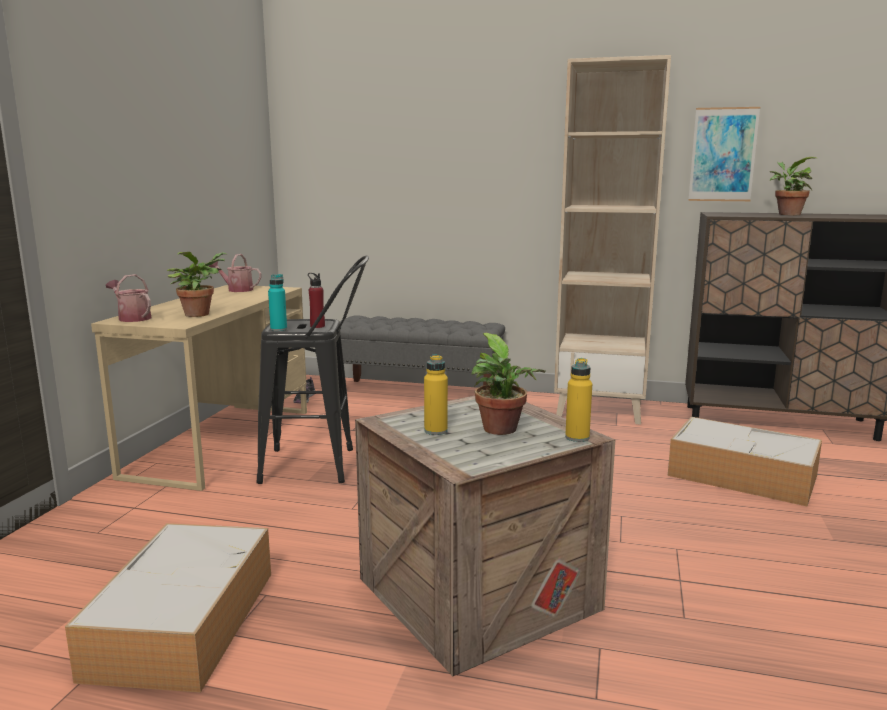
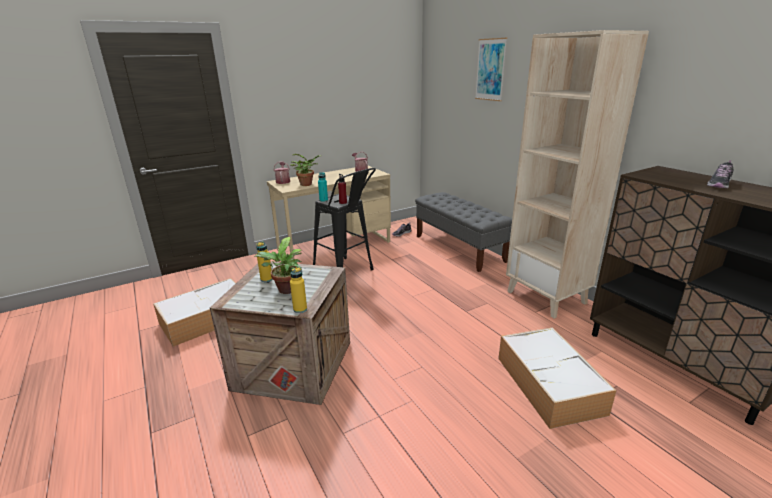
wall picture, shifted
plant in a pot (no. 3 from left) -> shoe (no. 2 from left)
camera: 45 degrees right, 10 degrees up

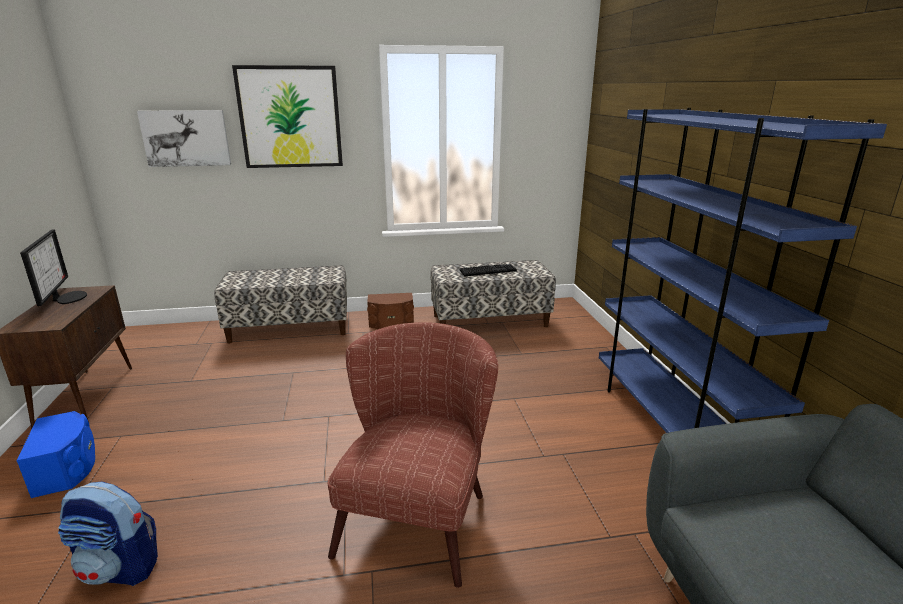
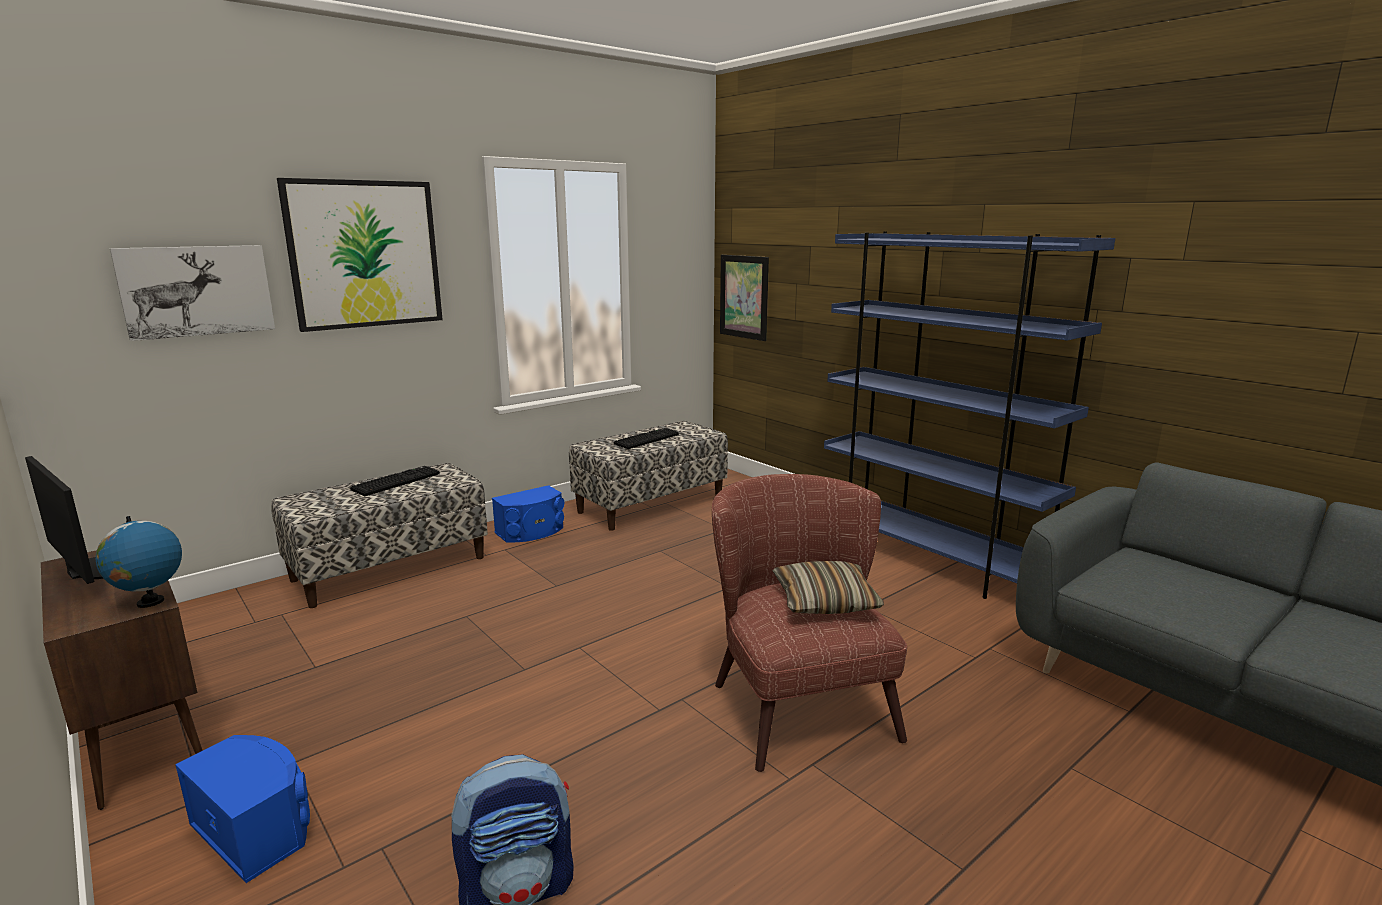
none -> desk globe
none -> PC keyboard (no. 1 from left)
none -> wall picture (no. 3 from left)
none -> throw pillow
brown-coloured loudspeaker -> blue-coloured loudspeaker (no. 2 from left)
camera: 30 degrees left, 5 degrees down

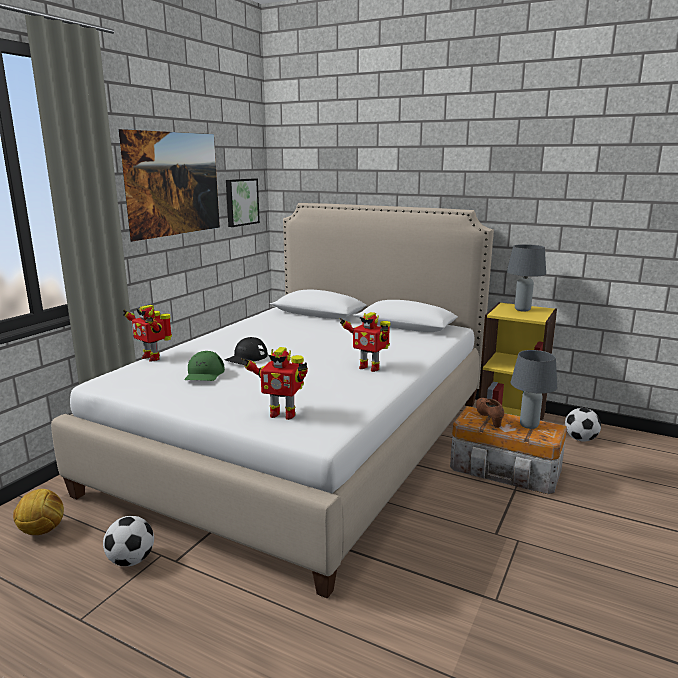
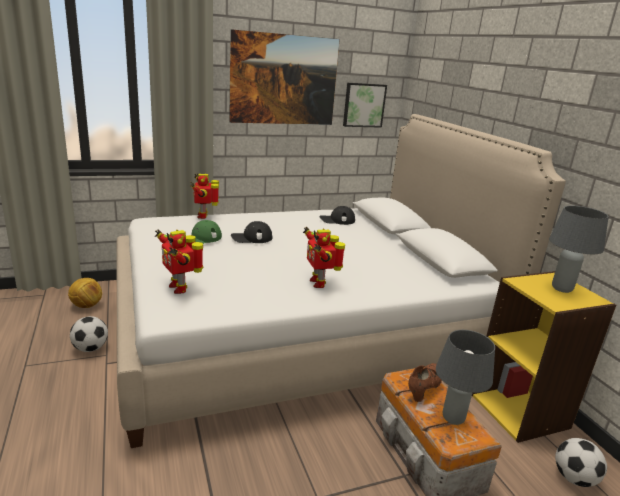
none -> blackish baseball cap (no. 2 from left)
camera: 40 degrees right, 5 degrees up

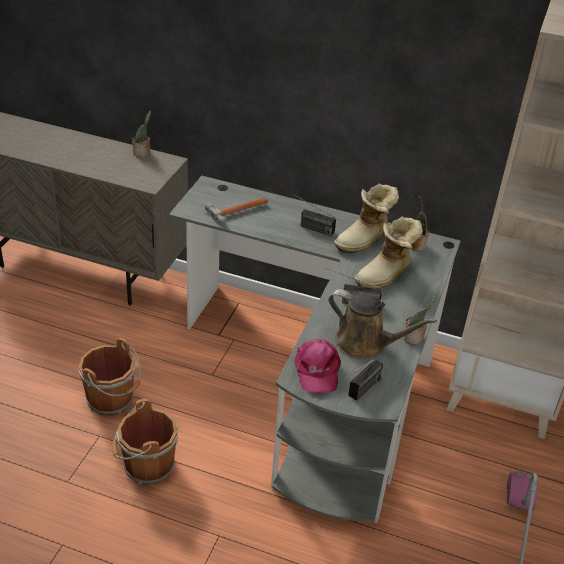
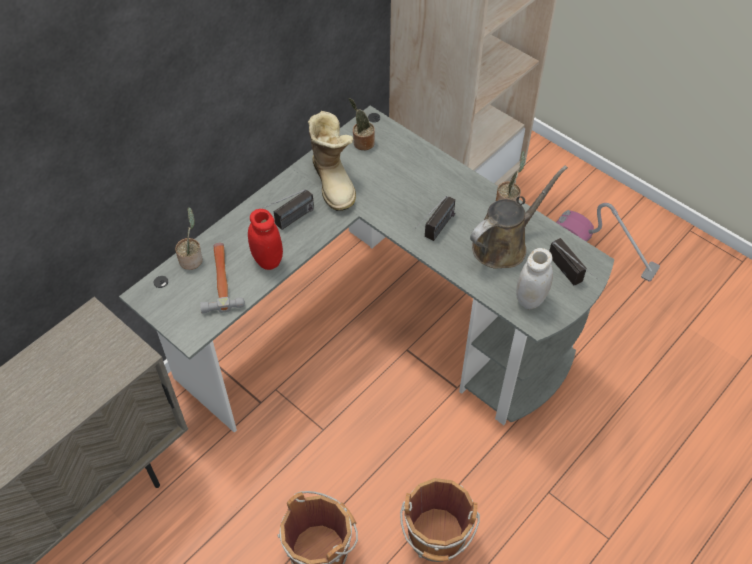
boot (no. 2 from left) -> none
none -> red-coloured storage jar
plant in a pot (no. 1 from left), shifted
pinkish baseball cap -> white-coloured storage jar
camera: 65 degrees left, 15 degrees up

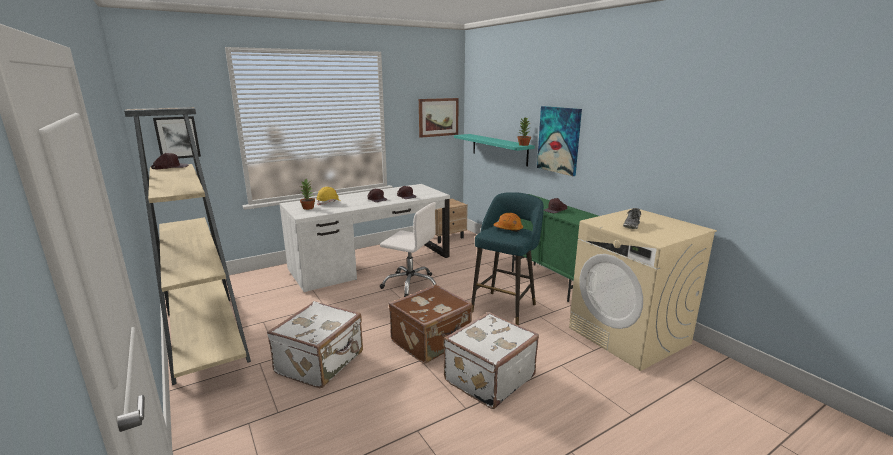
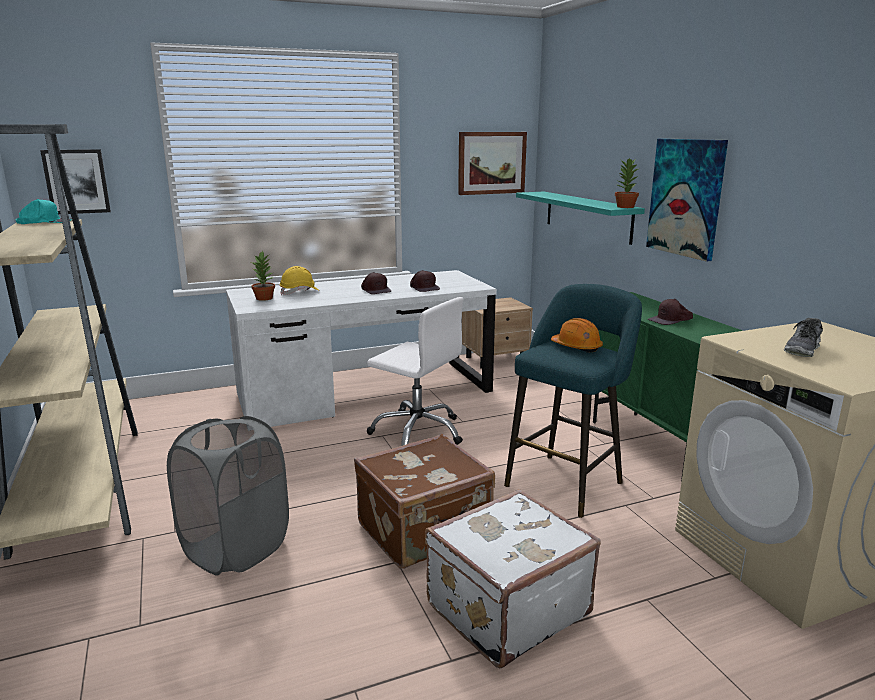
white-coloured suitcase (no. 1 from left) -> greyish hamper
brown-coloured baseball cap (no. 1 from left) -> blue-green baseball cap
camera: 10 degrees right, 0 degrees up

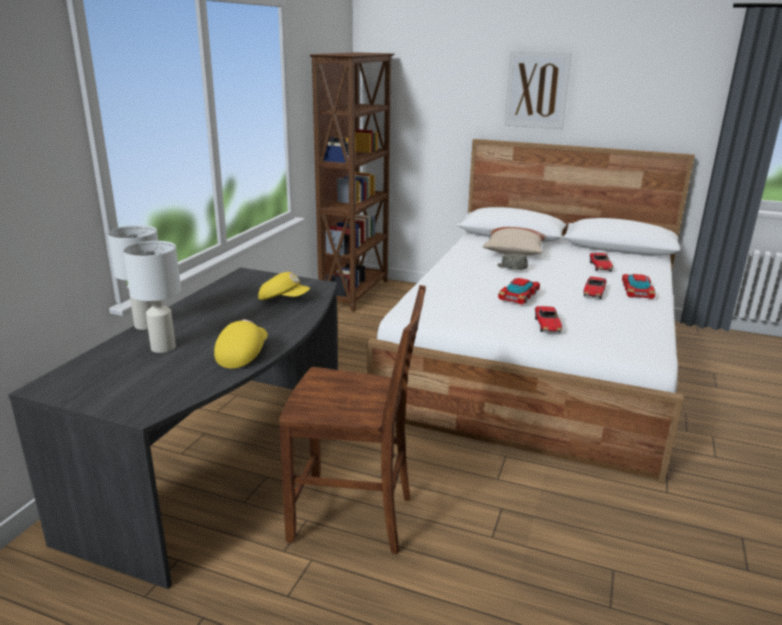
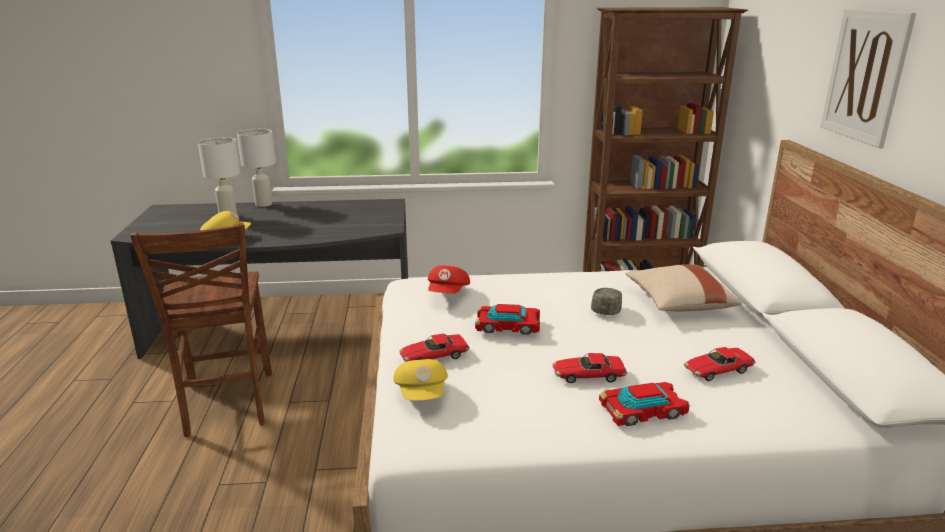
none -> red-coloured baseball cap
yellow-coloured baseball cap (no. 2 from left), shifted
camera: 65 degrees right, 0 degrees up

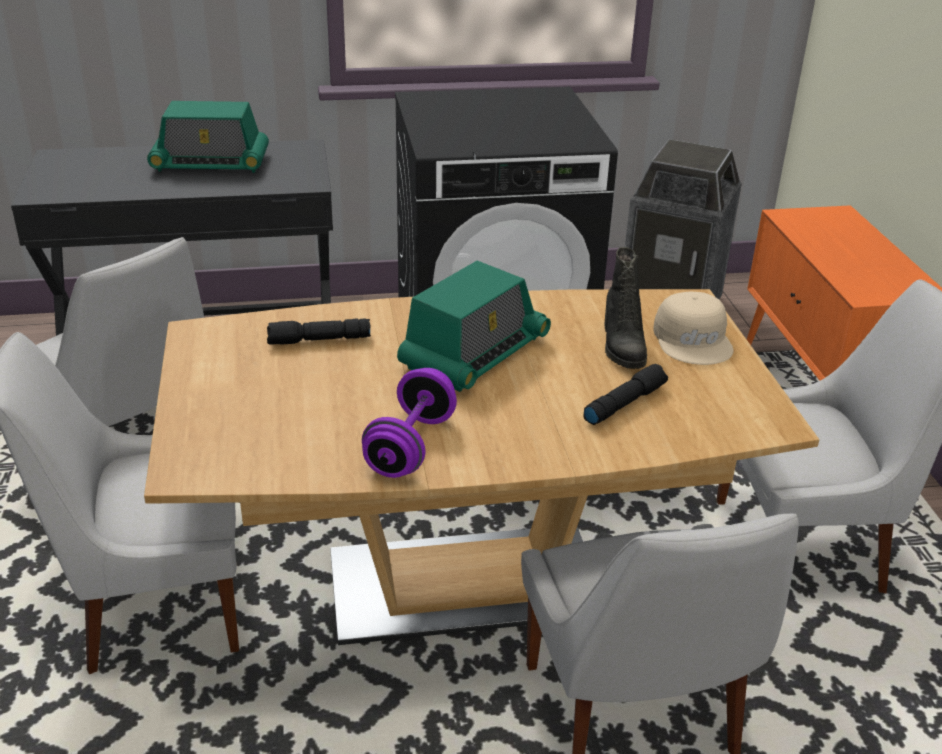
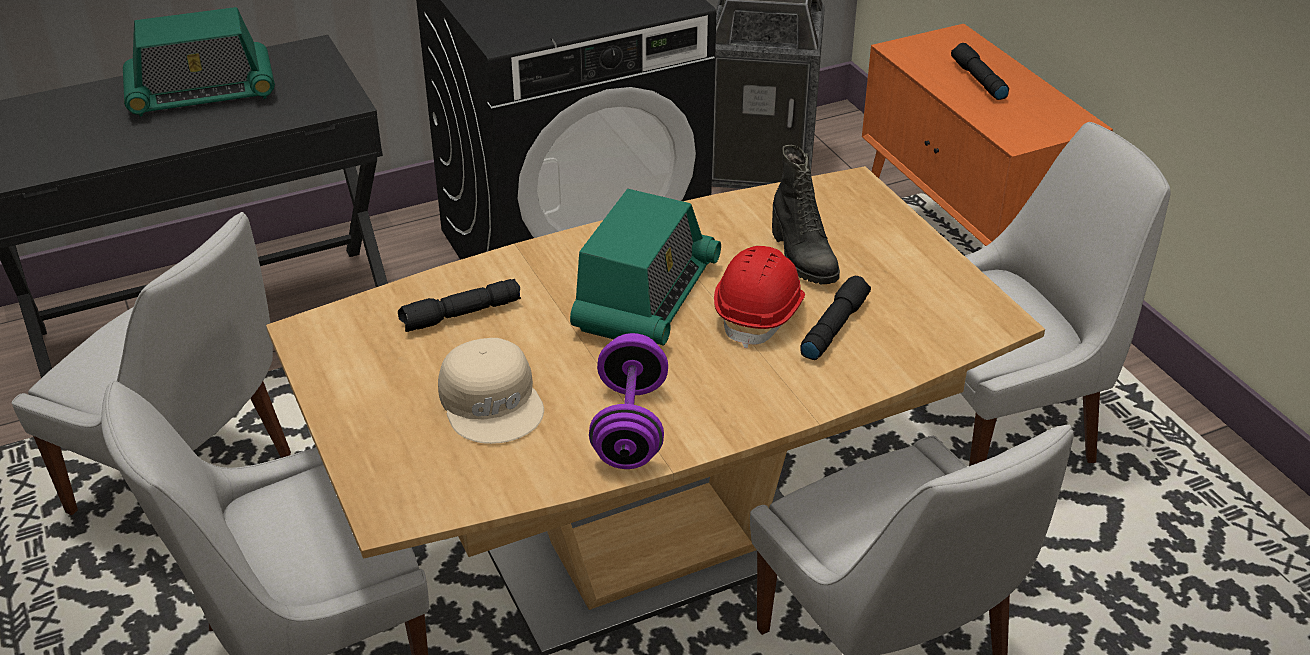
none -> red-coloured safety helmet
none -> blackish flashlight (no. 3 from left)
sand-coloured baseball cap, shifted
camera: 15 degrees left, 5 degrees up

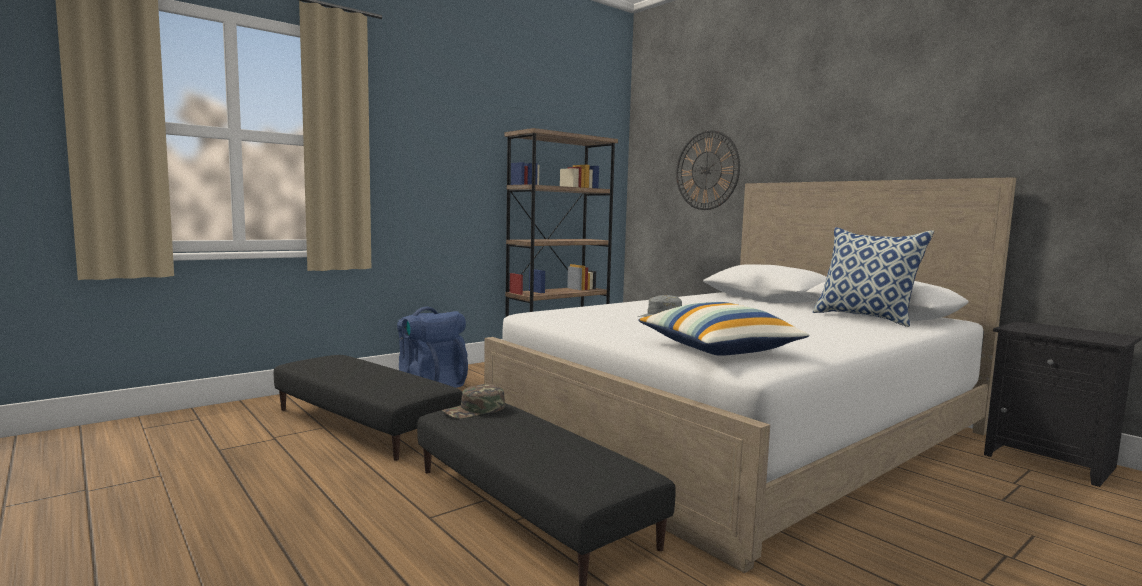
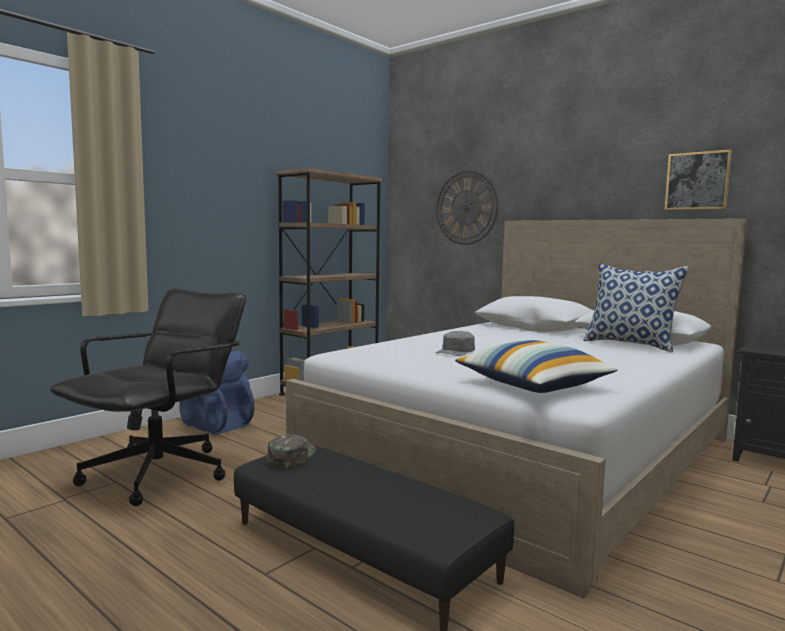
none -> wall picture
blackish pouffe (no. 1 from left) -> blackish desk chair
green baseball cap, 150 degrees clockwise
camera: 10 degrees left, 0 degrees up

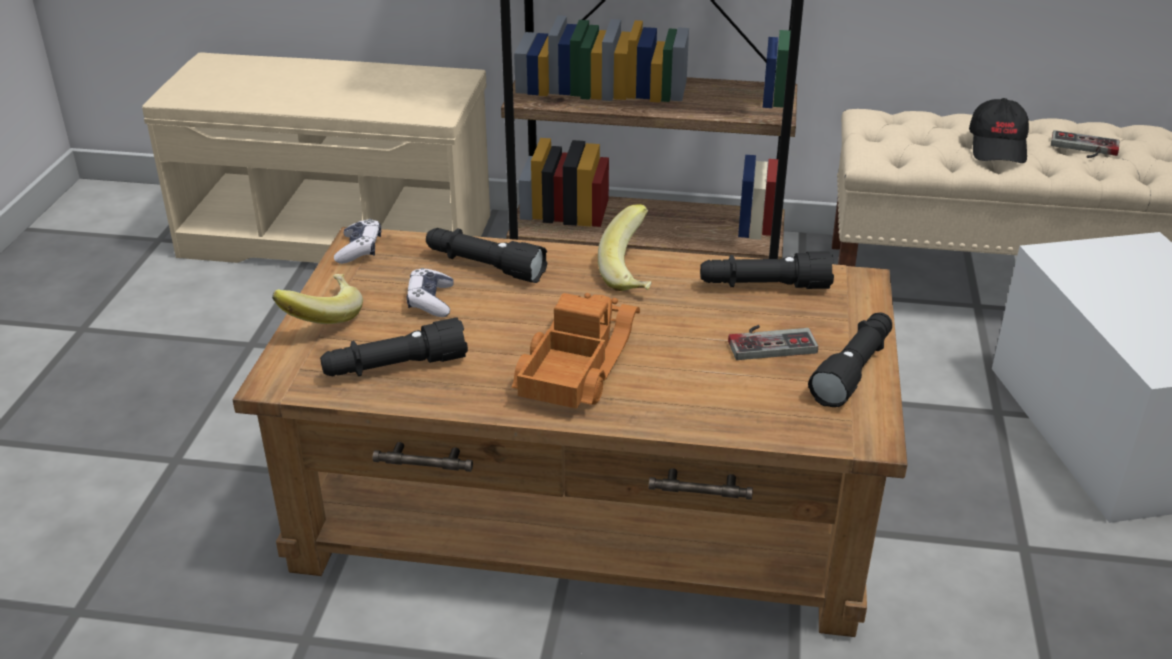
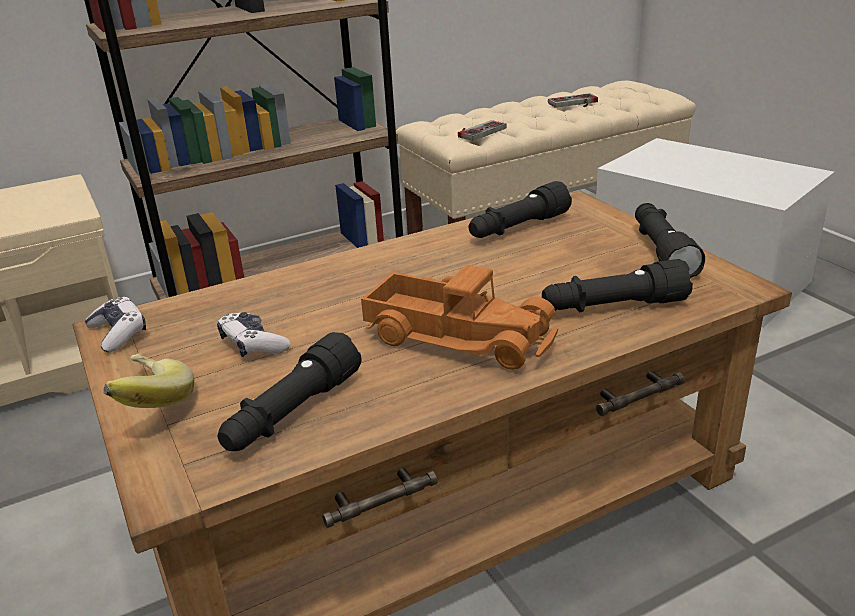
banana fruit (no. 2 from left) -> none
blackish baseball cap -> none
blackish flashlight (no. 2 from left in the first image) -> blackish flashlight (no. 3 from left), shifted
game controller (no. 3 from left), shifted
model truck, 135 degrees clockwise
camera: 35 degrees left, 5 degrees down

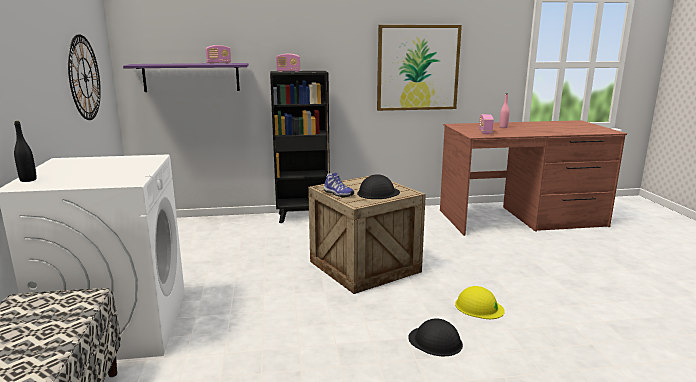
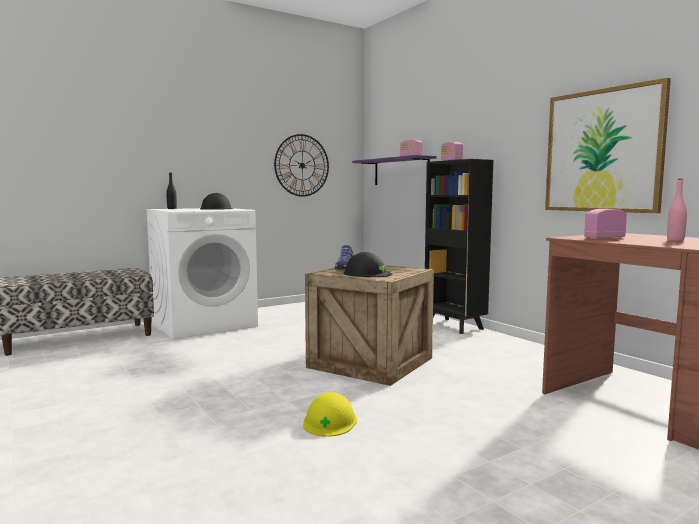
blackish safety helmet (no. 2 from left in the first image) -> blackish safety helmet (no. 1 from left), shifted
camera: 65 degrees right, 10 degrees down

